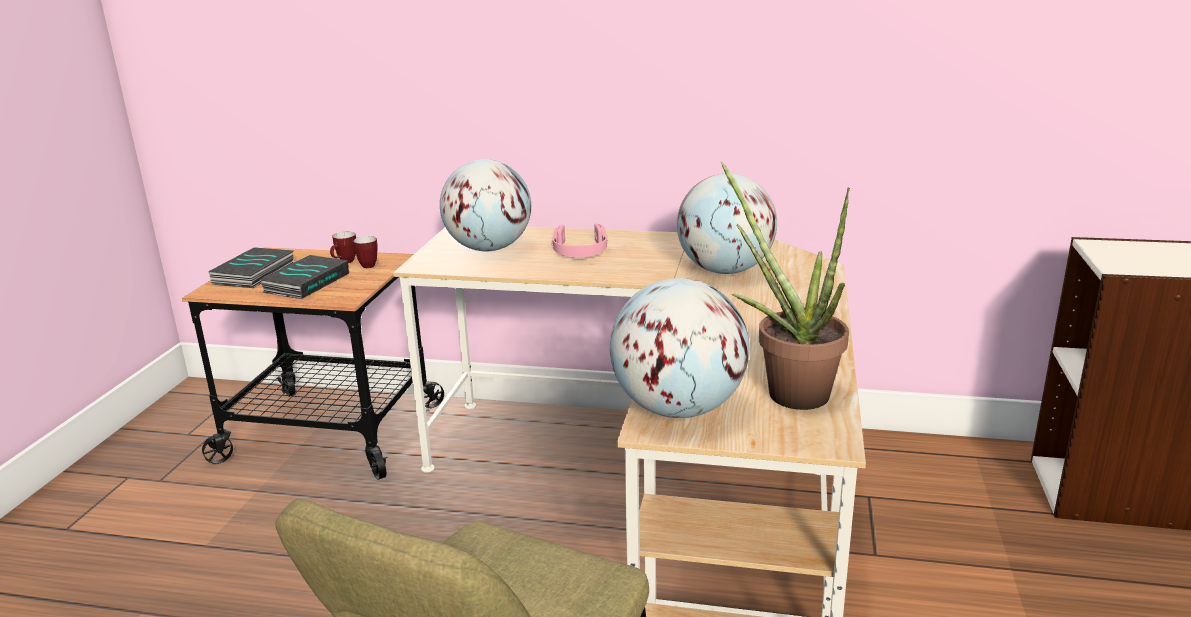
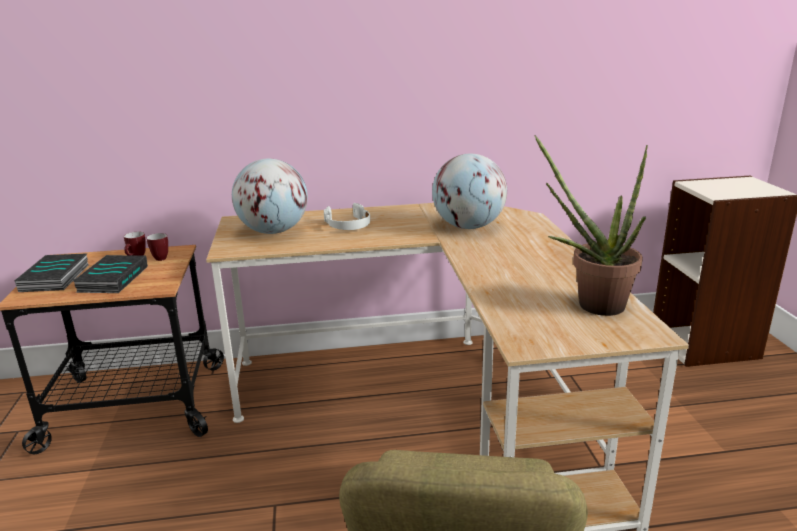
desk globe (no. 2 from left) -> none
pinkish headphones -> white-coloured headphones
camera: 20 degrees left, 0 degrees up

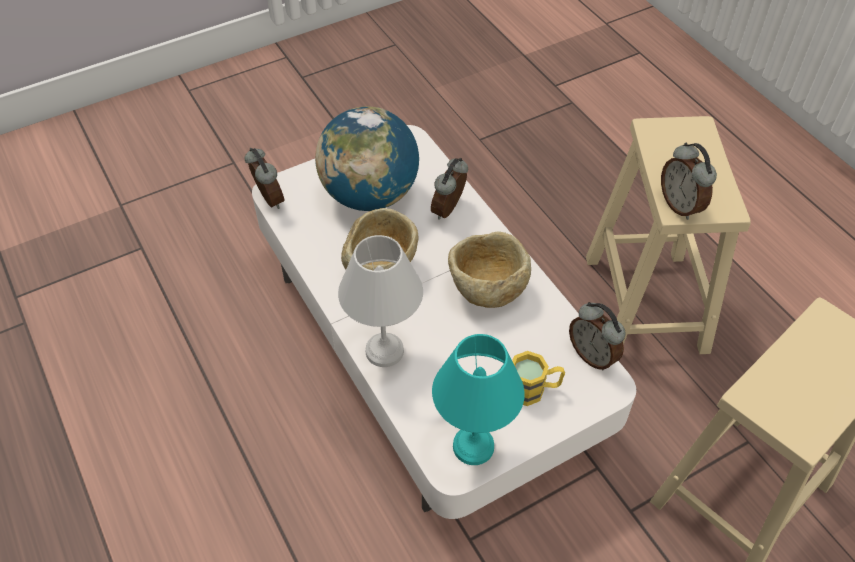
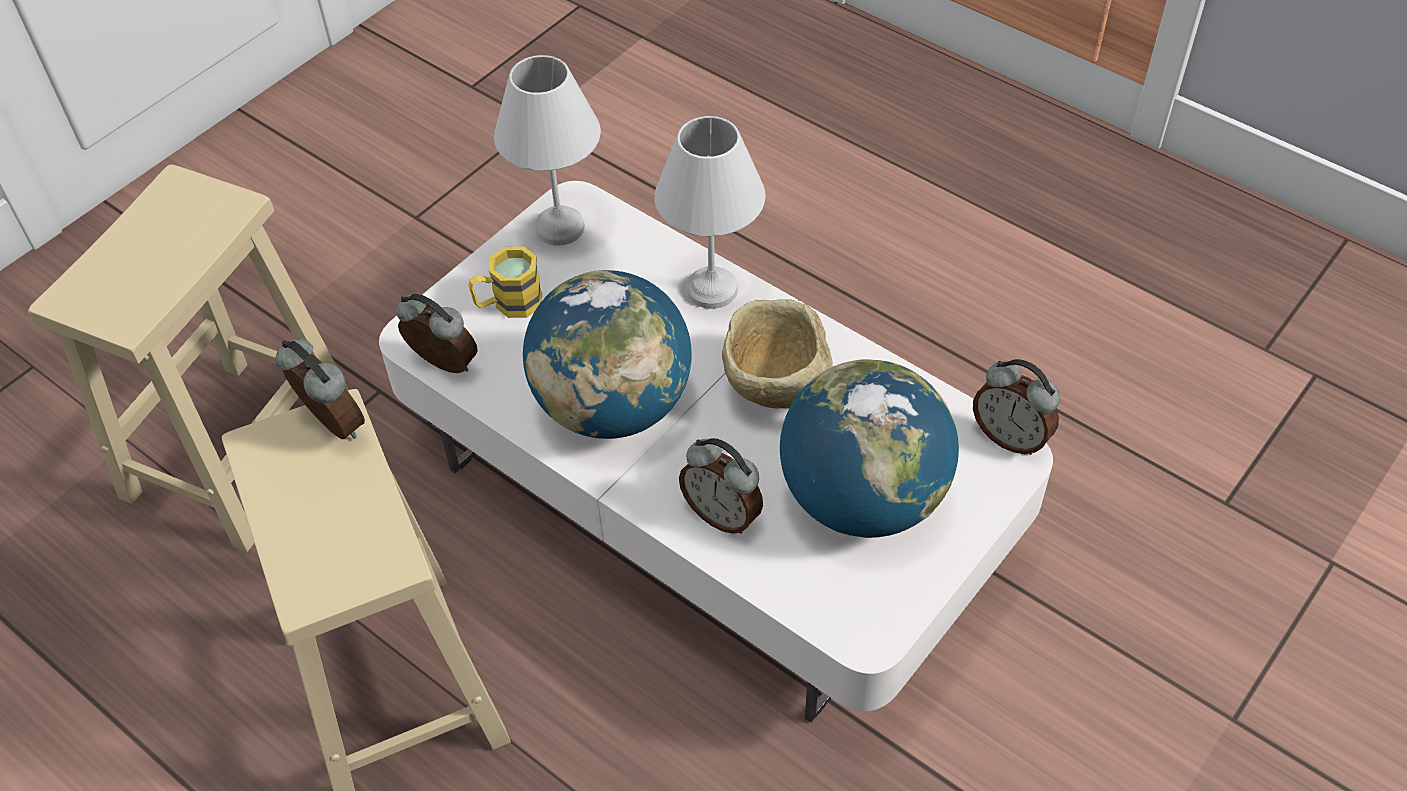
sand-coloured serving bowl (no. 2 from left) -> desk globe (no. 1 from left)
blue-green lamp for a table -> white-coloured lamp for a table (no. 1 from left)
bedside clock (no. 2 from left in the first image) -> bedside clock (no. 3 from left), 120 degrees clockwise
camera: 160 degrees right, 0 degrees up

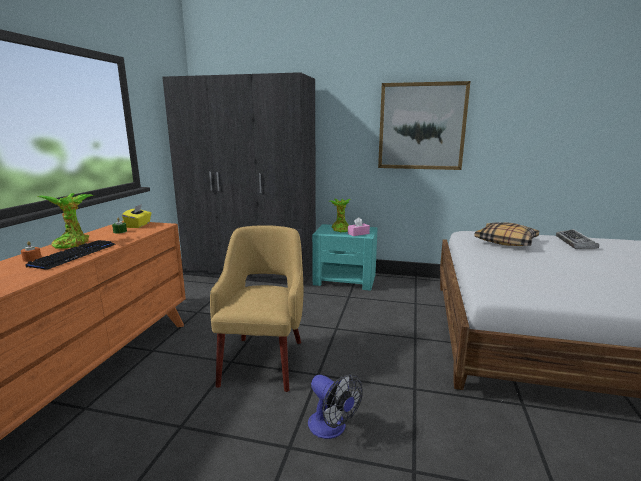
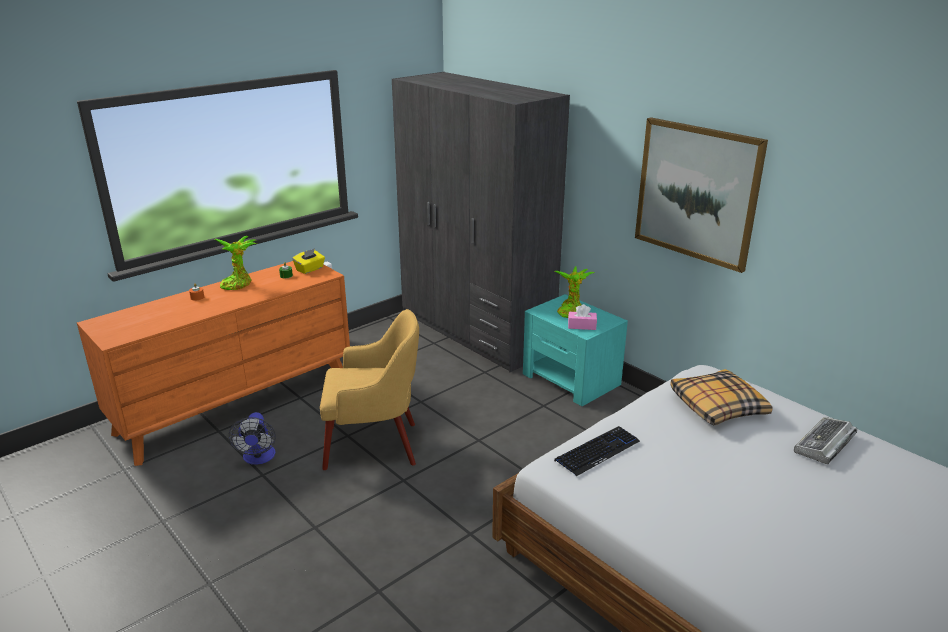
PC keyboard (no. 1 from left), shifted
fan, shifted
yellow-coloured lounge chair, 45 degrees clockwise
camera: 35 degrees right, 10 degrees up

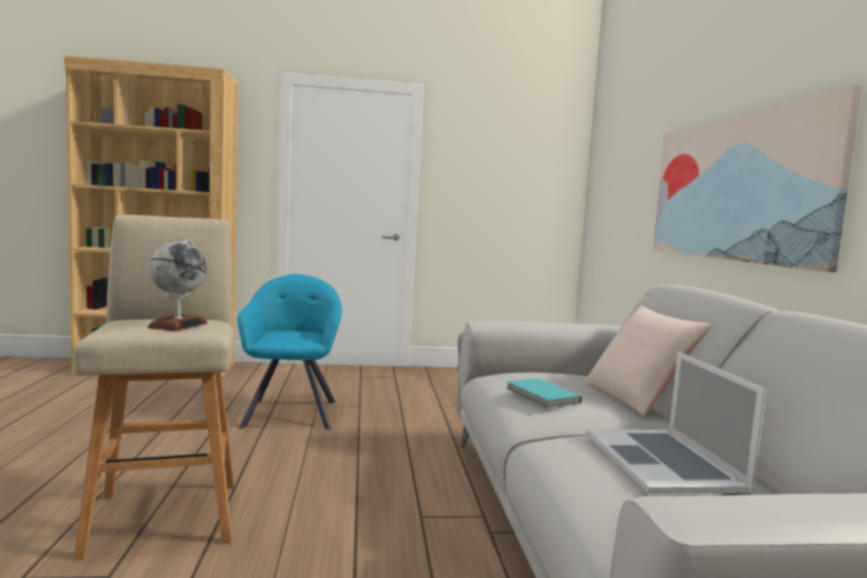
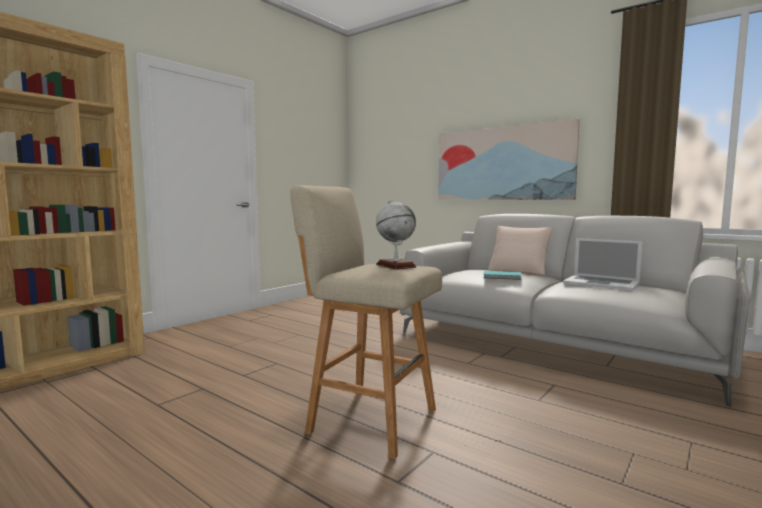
blue-green lounge chair -> none
camera: 45 degrees left, 0 degrees up

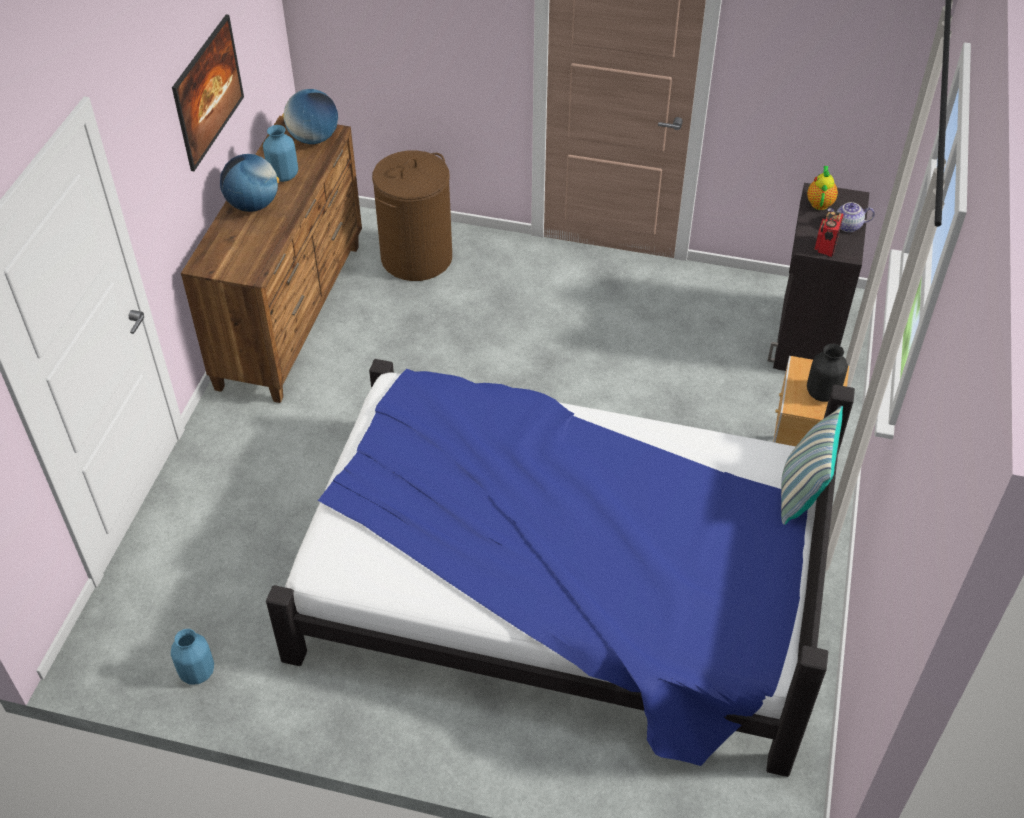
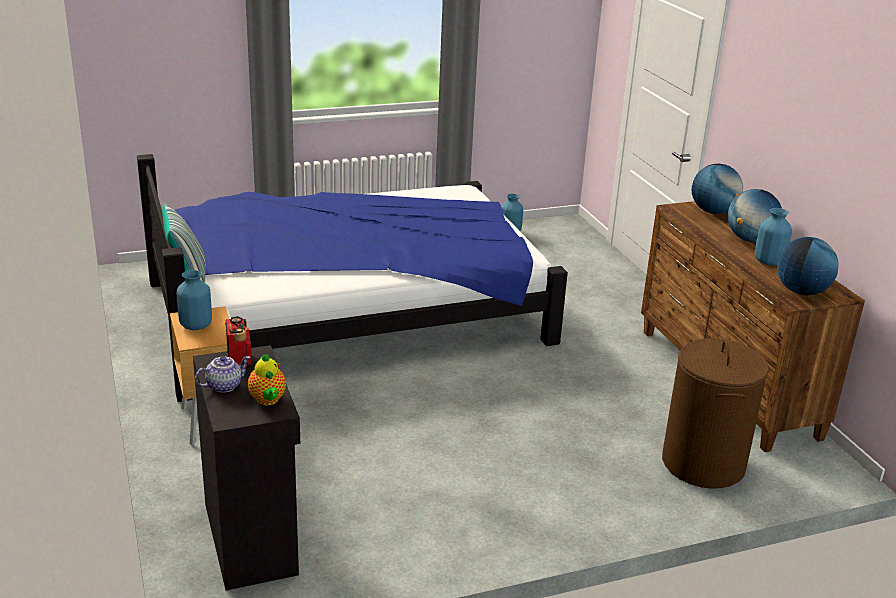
wall picture -> none
none -> desk globe (no. 1 from left)
blackish vase -> blue-coloured vase (no. 1 from left)
camera: 145 degrees right, 20 degrees down

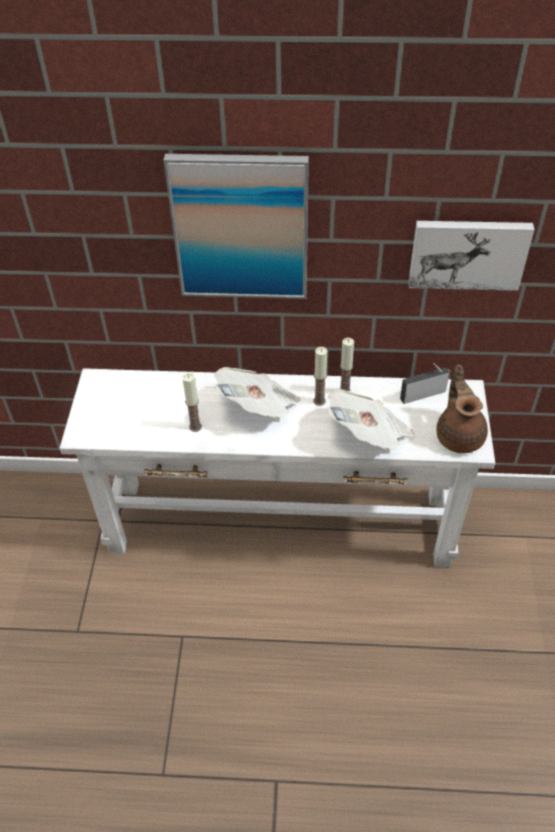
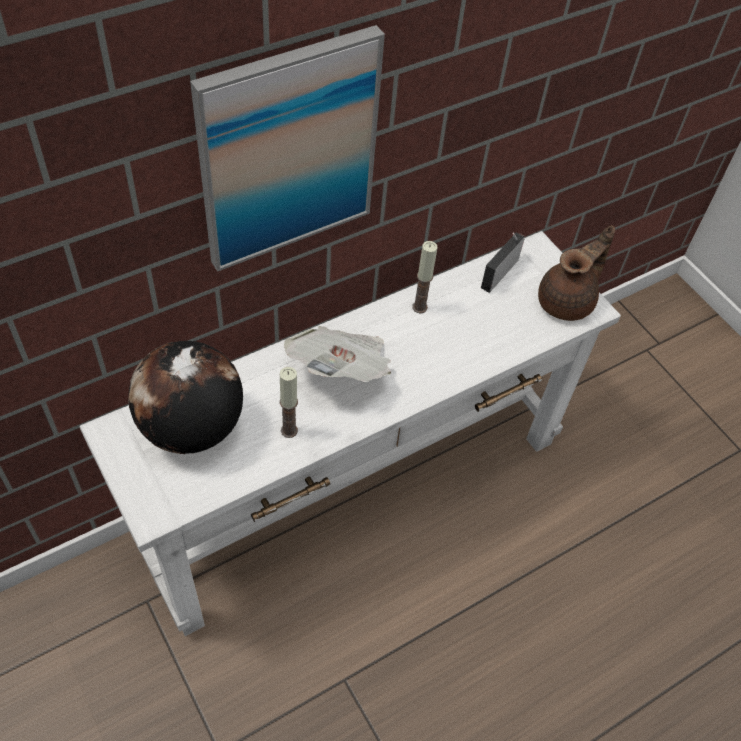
wax light (no. 2 from left) -> none
daily paper (no. 2 from left) -> none
wall picture (no. 2 from left) -> none
none -> desk globe
brown-coloured teapot, 90 degrees clockwise
camera: 40 degrees left, 5 degrees up

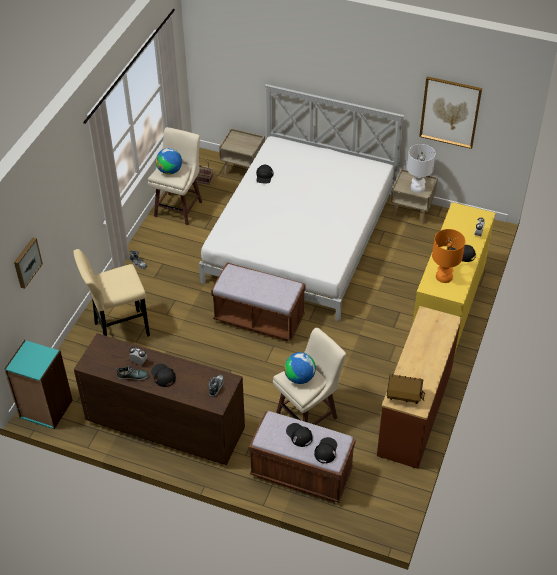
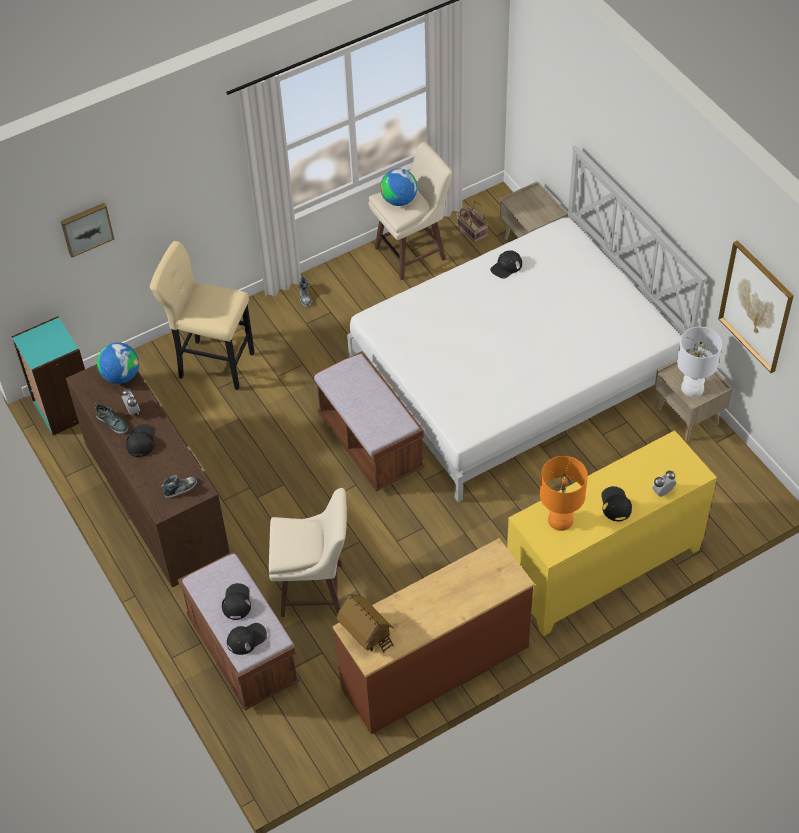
desk globe (no. 2 from left in the first image) -> desk globe (no. 1 from left), shifted
camera: 40 degrees right, 5 degrees up

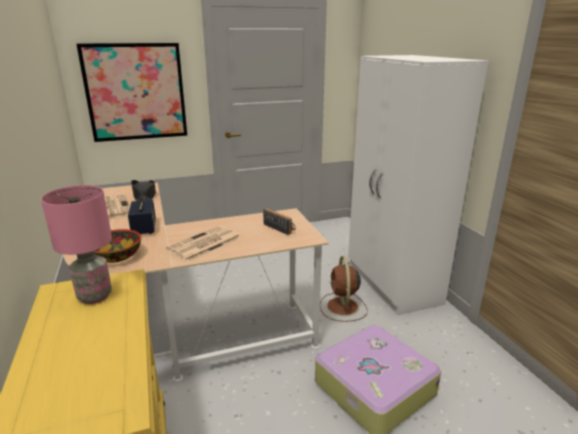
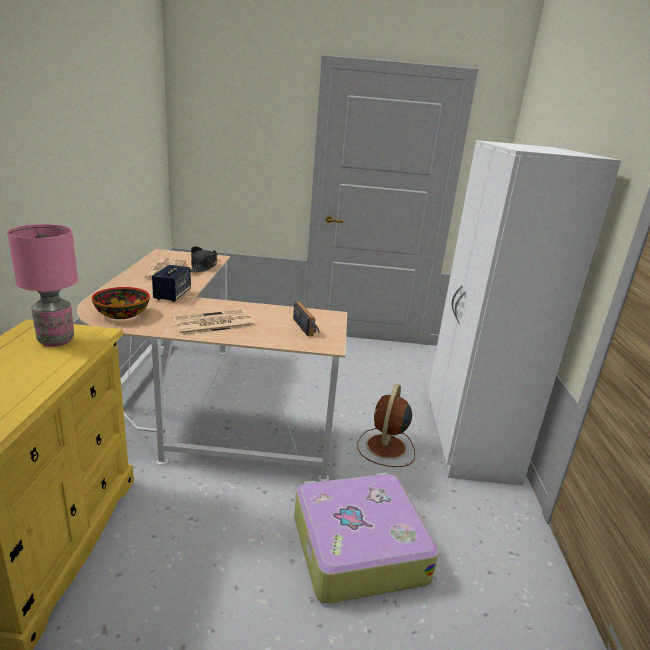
wall picture -> none
camera: 20 degrees right, 0 degrees up

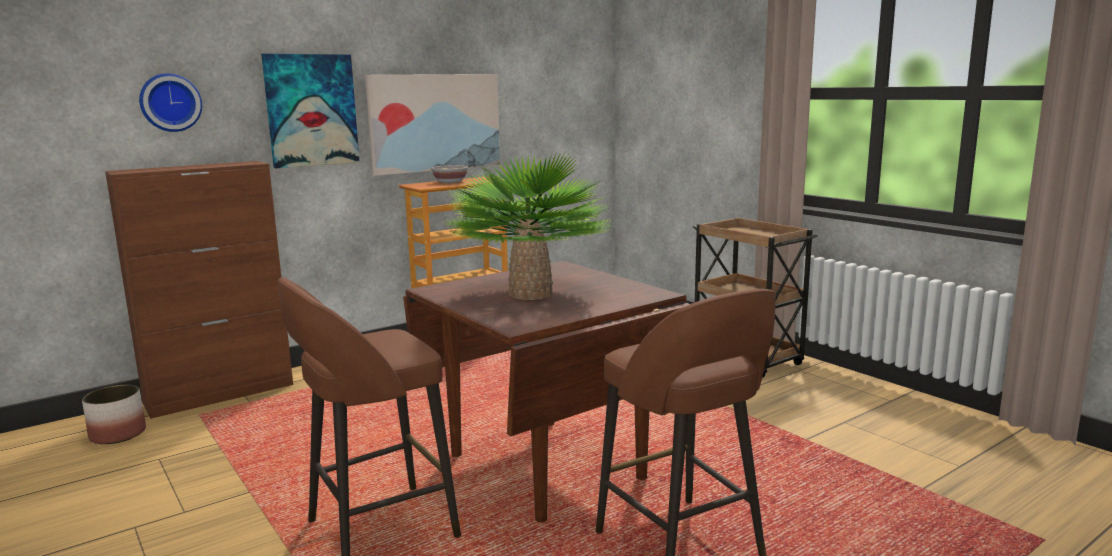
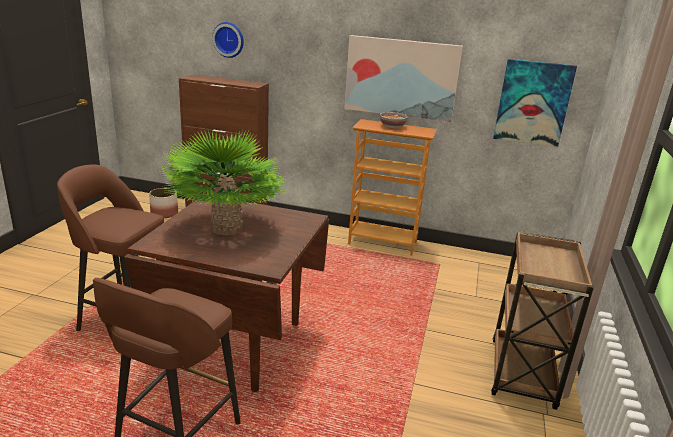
wall picture (no. 1 from left in the first image) -> wall picture (no. 2 from left), shifted
camera: 50 degrees right, 10 degrees up

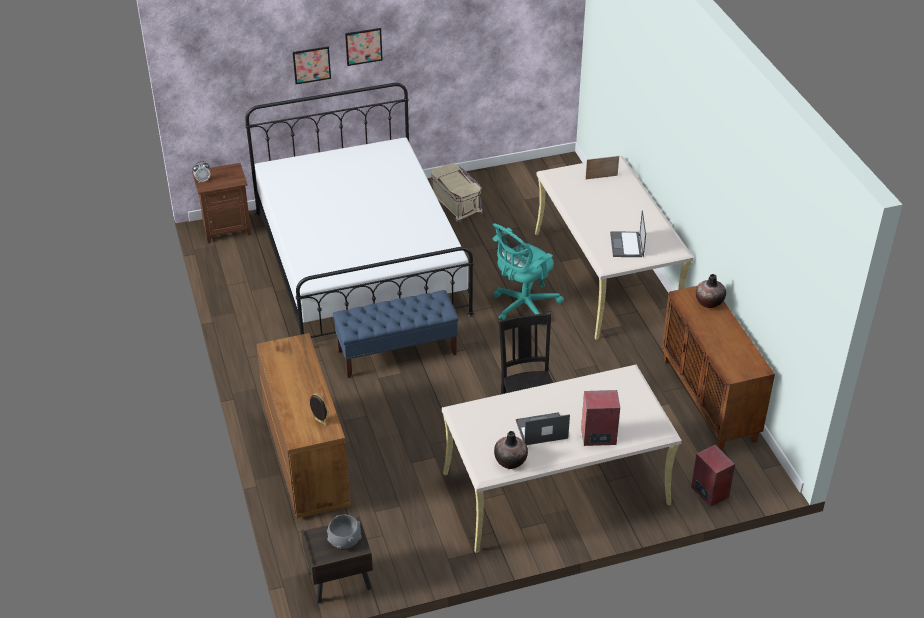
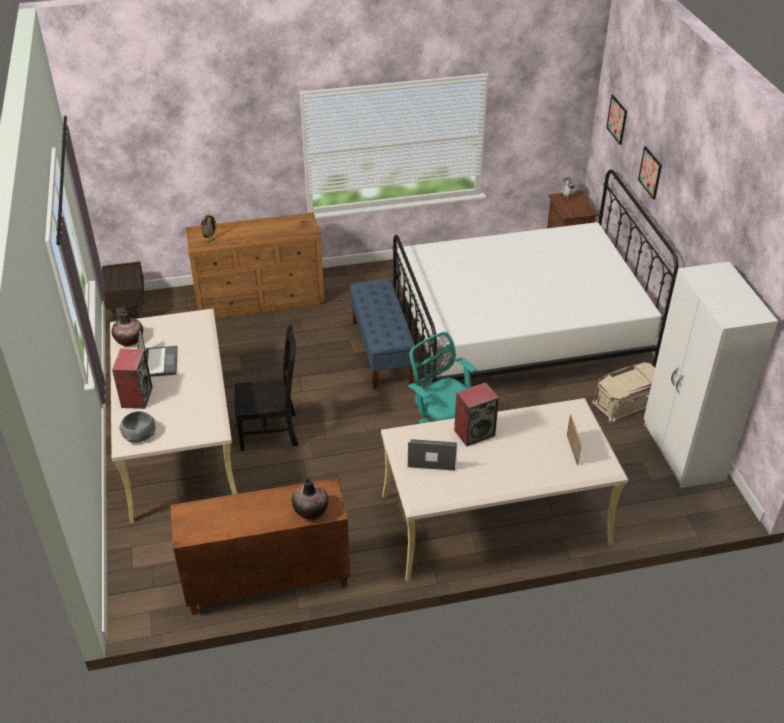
none -> white-coloured clothes cupboard
greyish serving bowl, shifted
wall picture (no. 2 from left in the first image) -> wall picture (no. 1 from left), shifted
loudspeaker (no. 2 from left), shifted
camera: 95 degrees right, 0 degrees up

